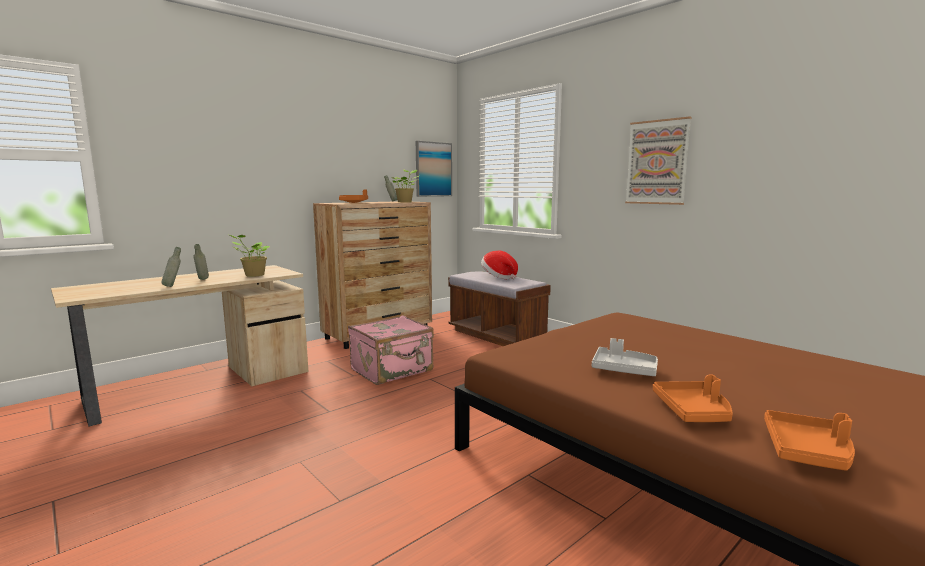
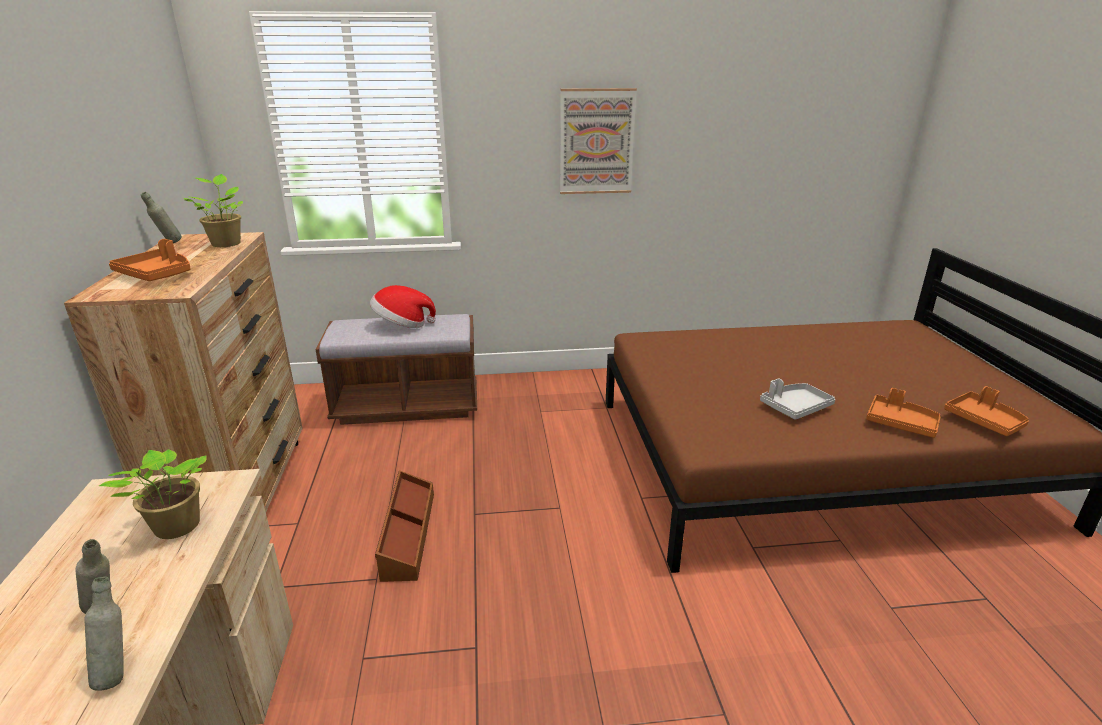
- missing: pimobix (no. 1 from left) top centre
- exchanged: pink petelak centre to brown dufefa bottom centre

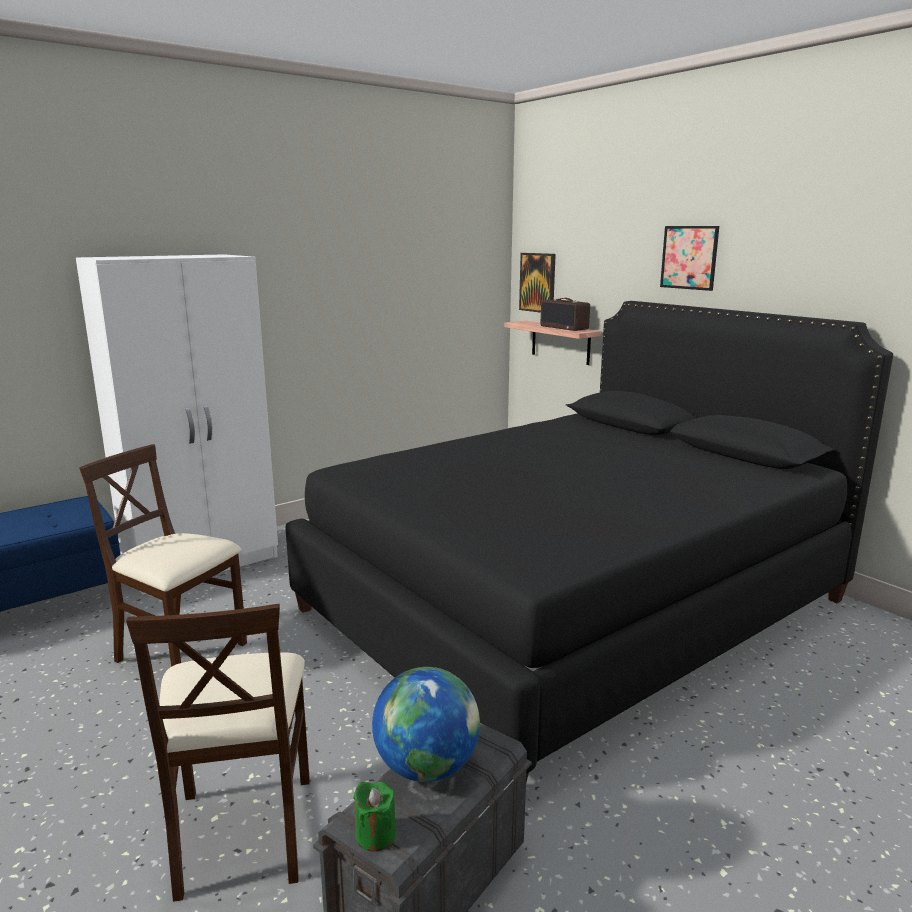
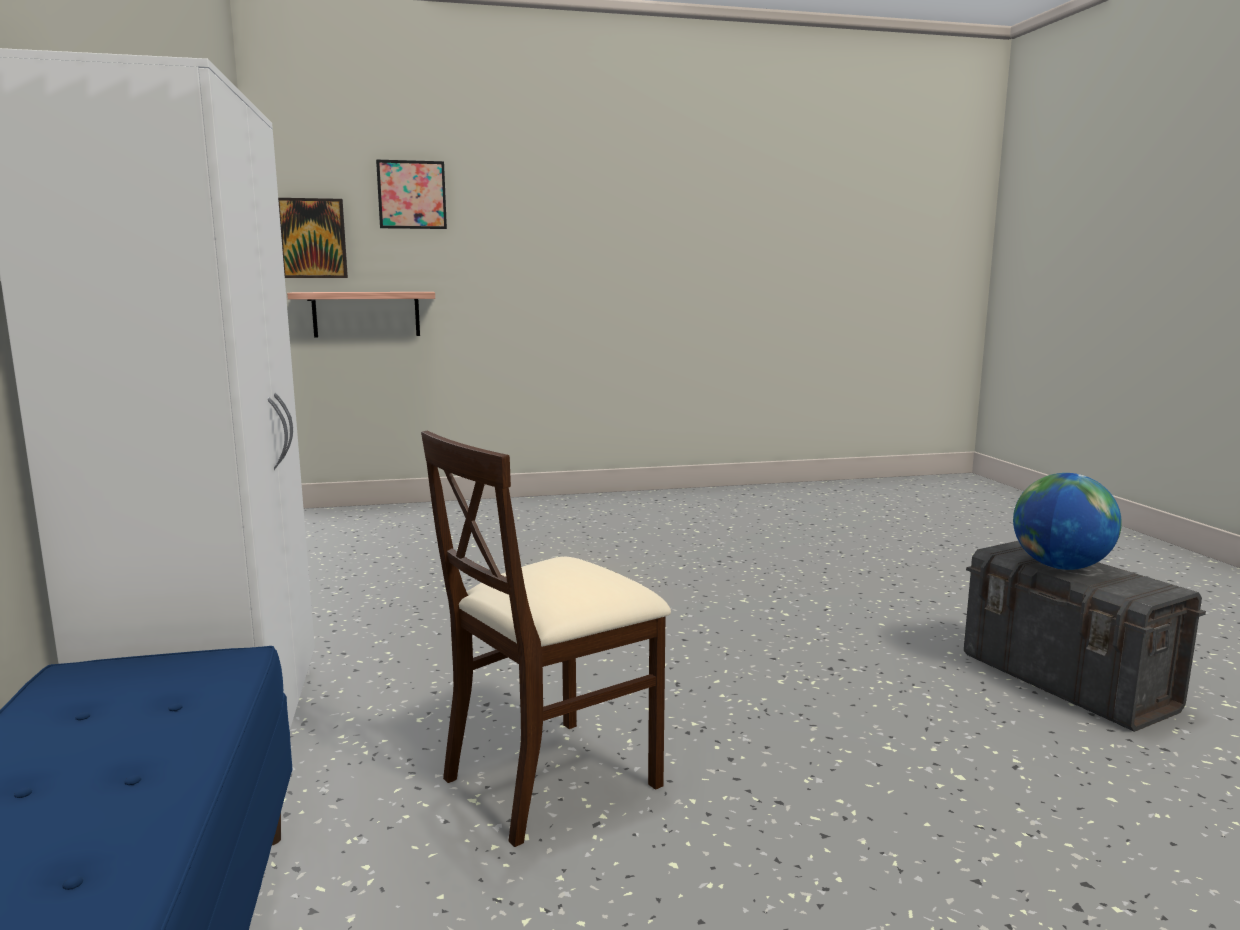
- relocated: pimobix (no. 2 from left) top right to top left
- missing: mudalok centre
- missing: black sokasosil centre
- missing: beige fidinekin (no. 2 from left) bottom left
- missing: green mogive bottom centre

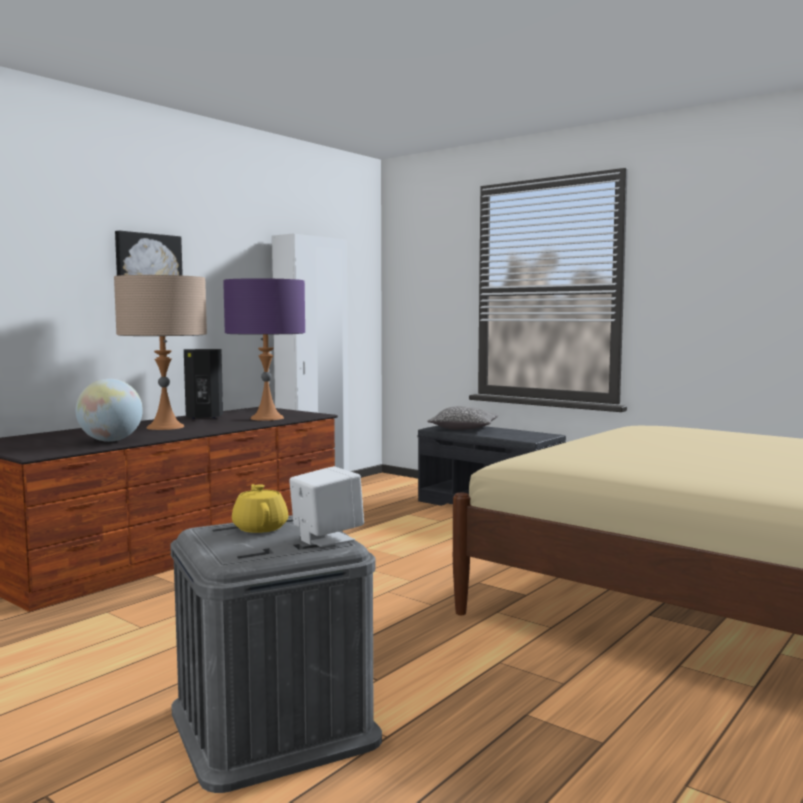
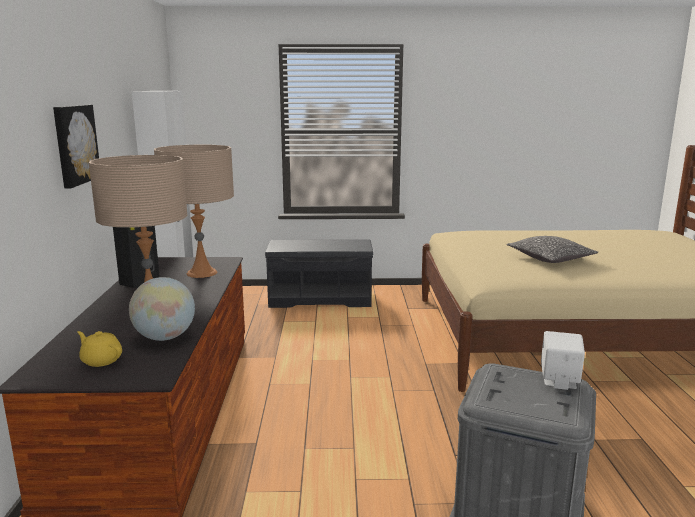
- colour: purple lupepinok middle left to beige lupepinok (no. 2 from left) middle left
- relocated: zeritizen centre to middle right
- relocated: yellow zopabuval middle left to bottom left

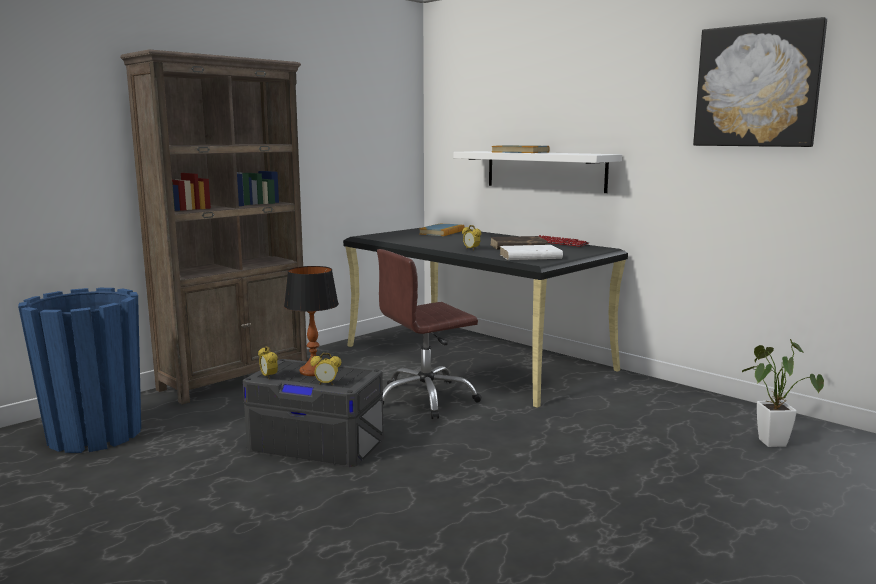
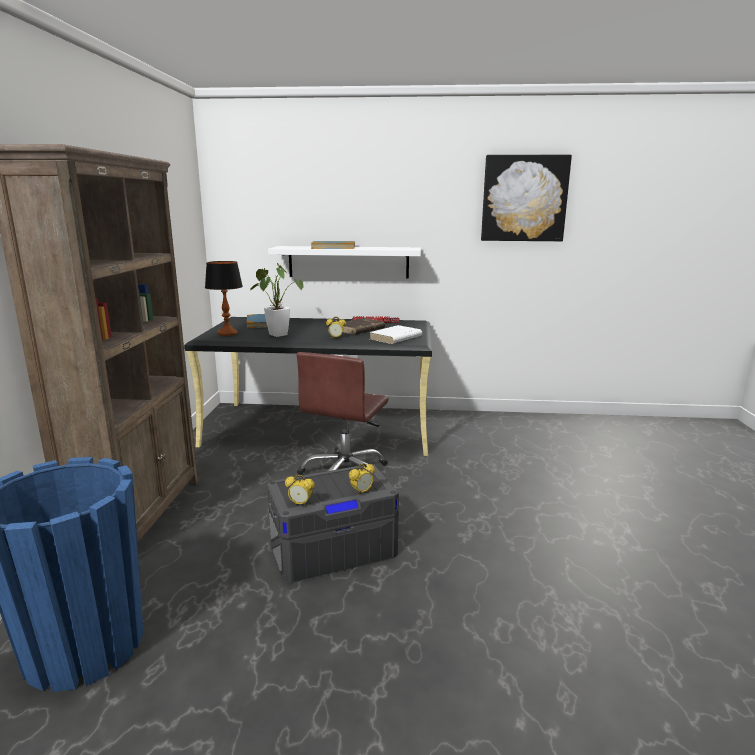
- relocated: lupepinok centre to middle left
- relocated: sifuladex bottom right to centre

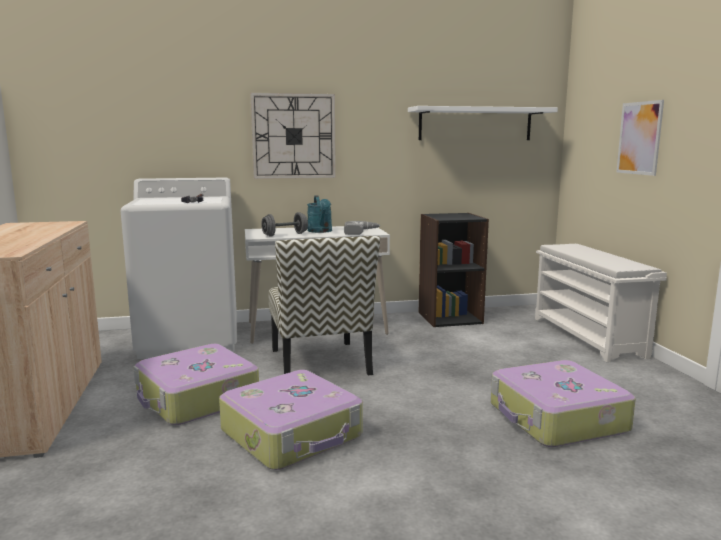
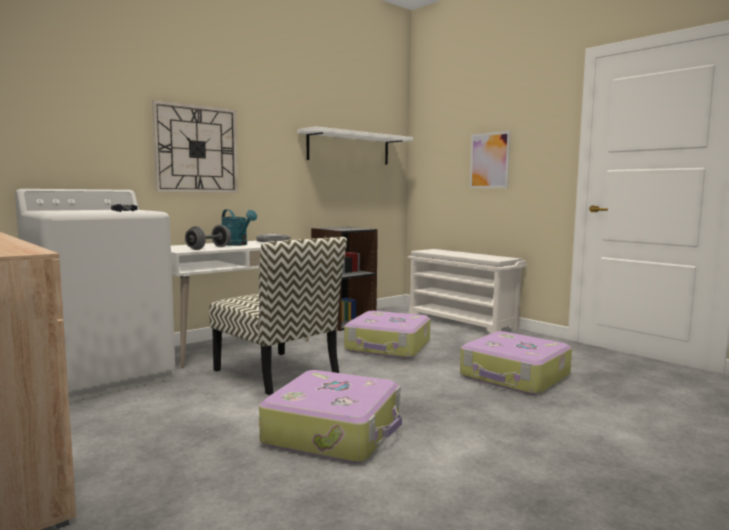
- relocated: petelak (no. 1 from left in the first image) bottom left to petelak (no. 2 from left) centre

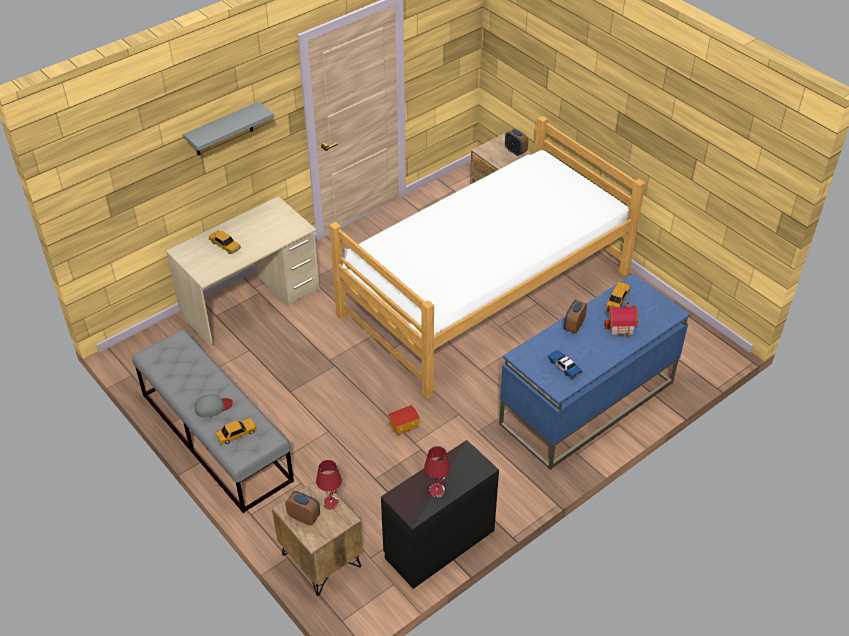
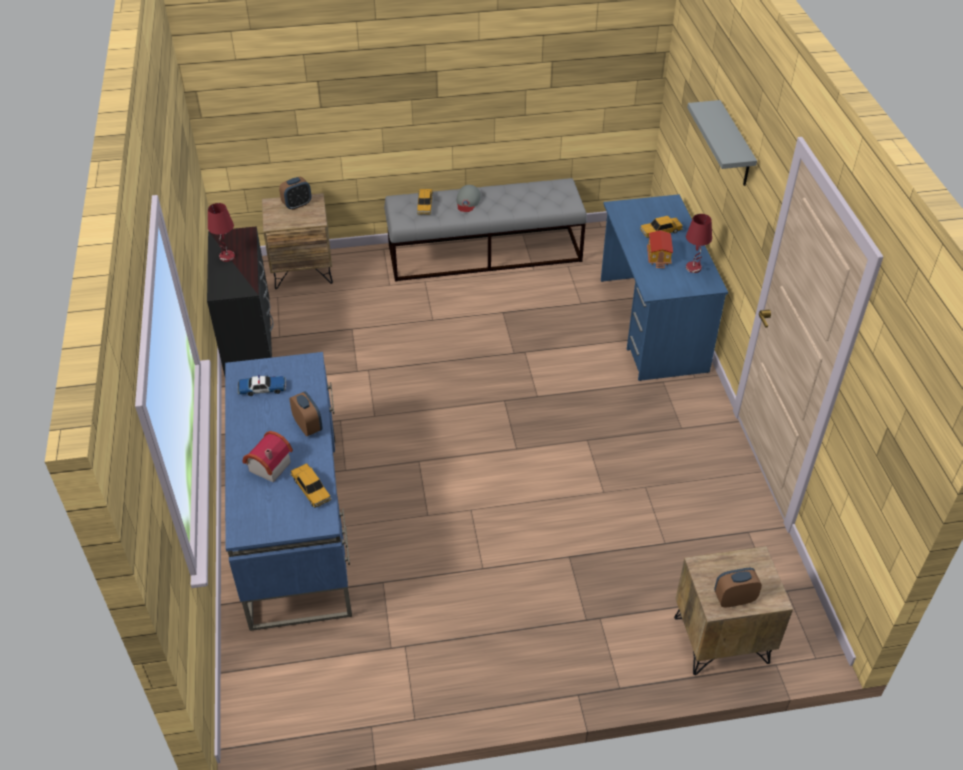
- missing: sokasosil centre
- colour: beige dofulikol middle left to blue dofulikol (no. 2 from left) middle right
- relocated: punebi (no. 1 from left in the first image) centre to punebi (no. 2 from left) top right
- relocated: red lupepinok (no. 1 from left in the first image) bottom centre to red lupepinok (no. 2 from left) top right

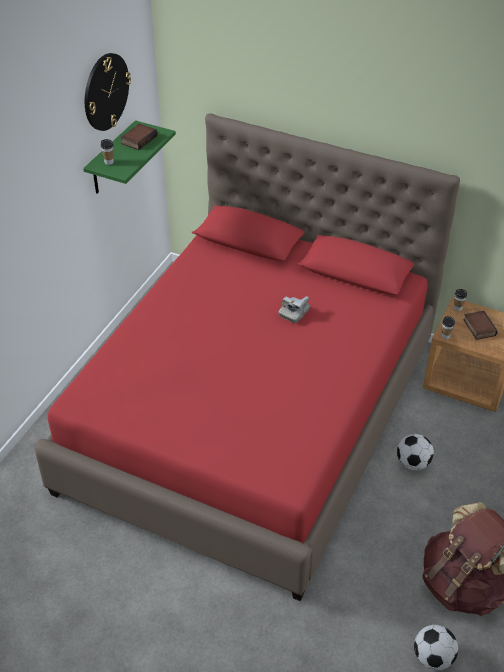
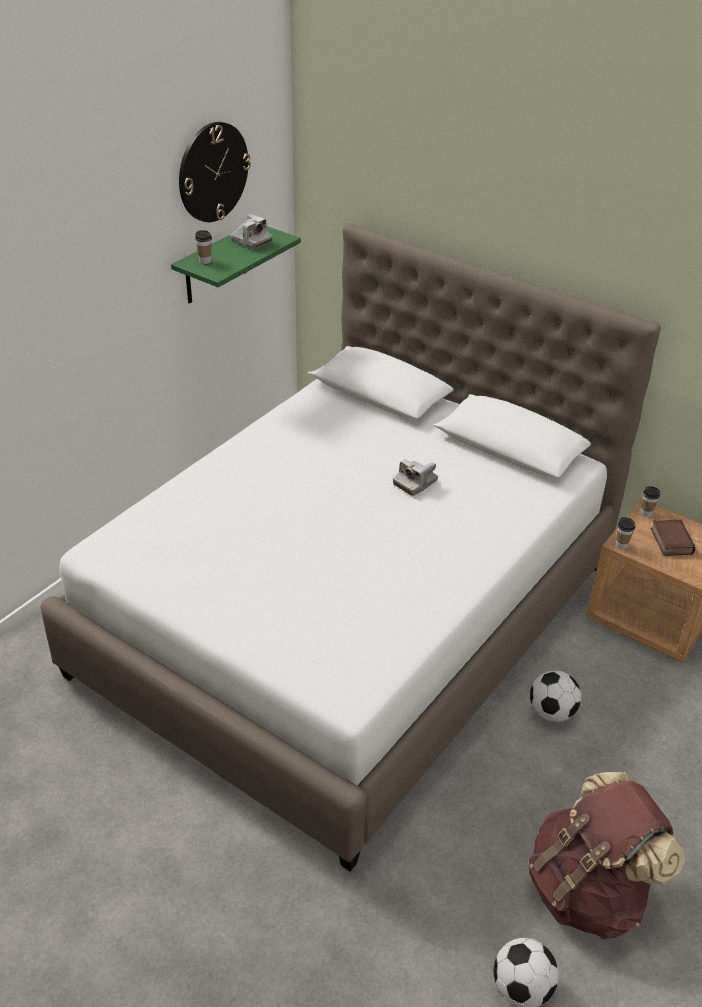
- colour: red sokasosil centre to white sokasosil centre
- exchanged: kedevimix (no. 1 from left) top left to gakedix (no. 1 from left) top centre

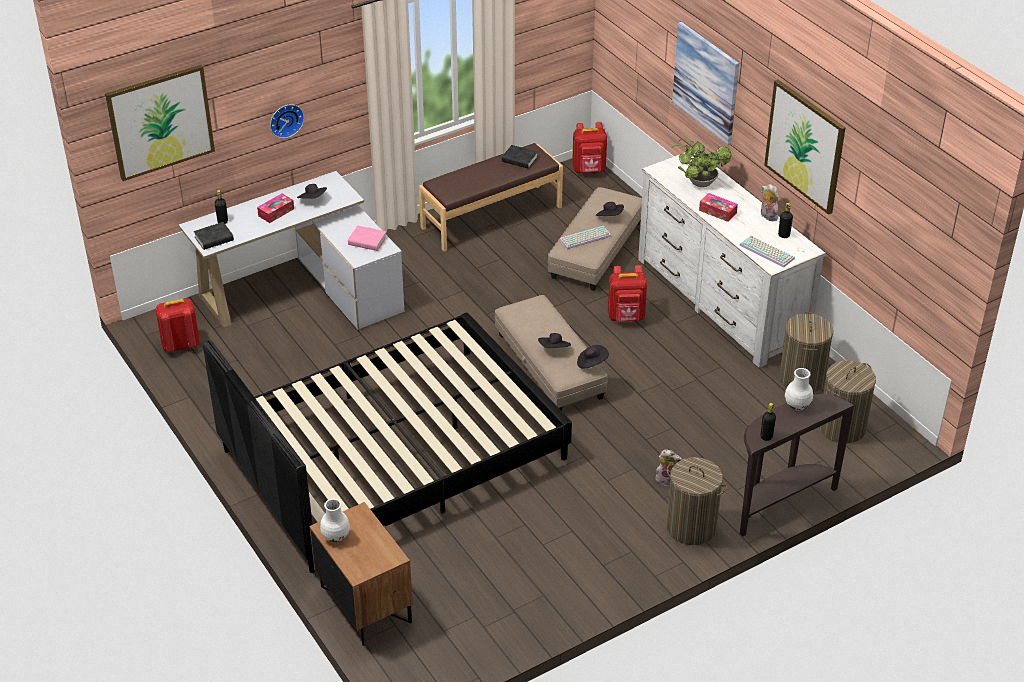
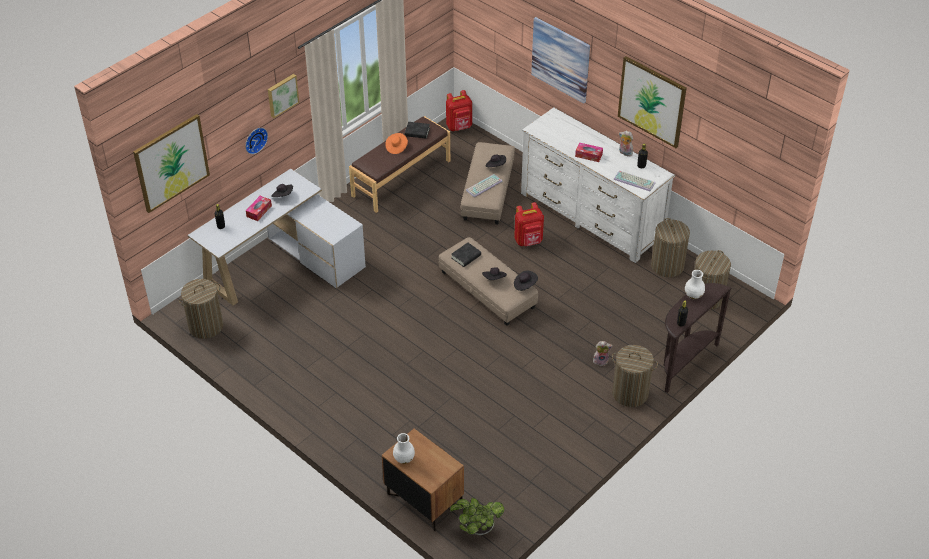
- relocated: sifuladex top right to bottom centre
- relocated: black kedevimix (no. 1 from left in the first image) middle left to black kedevimix (no. 2 from left) centre
- missing: pink kedevimix centre
- exchanged: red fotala (no. 1 from left) middle left to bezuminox (no. 1 from left) middle left
- missing: black sokasosil centre
- appeared: pimobix (no. 2 from left) top left
- appeared: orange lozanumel top centre

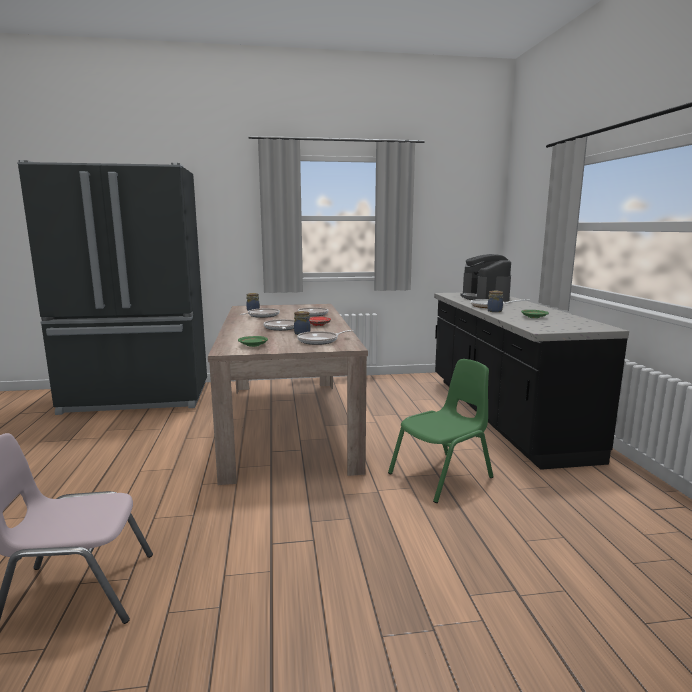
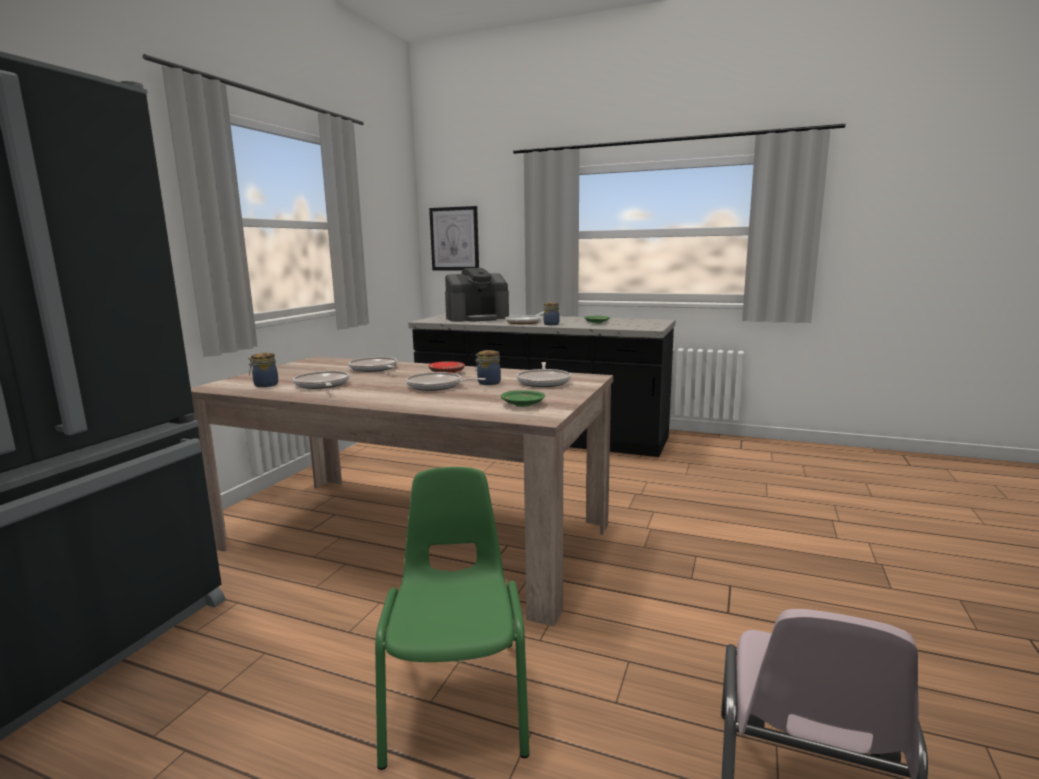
- spun: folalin middle right = centre 45 degrees counterclockwise
- relocated: green fidinekin centre to bottom centre
- appeared: pimobix top centre

